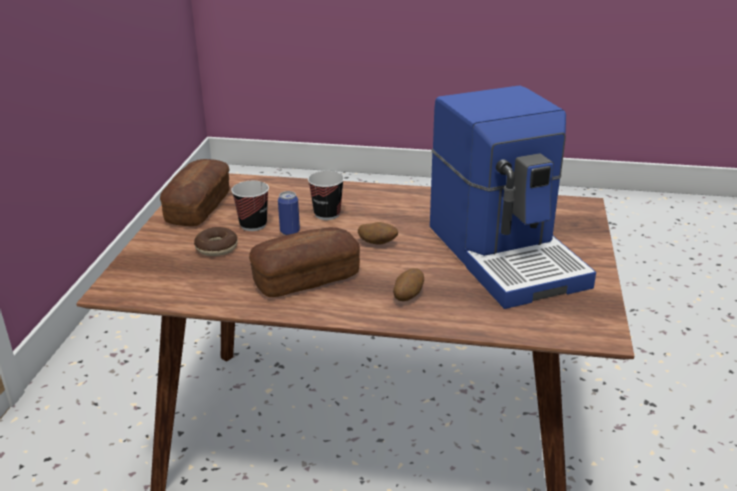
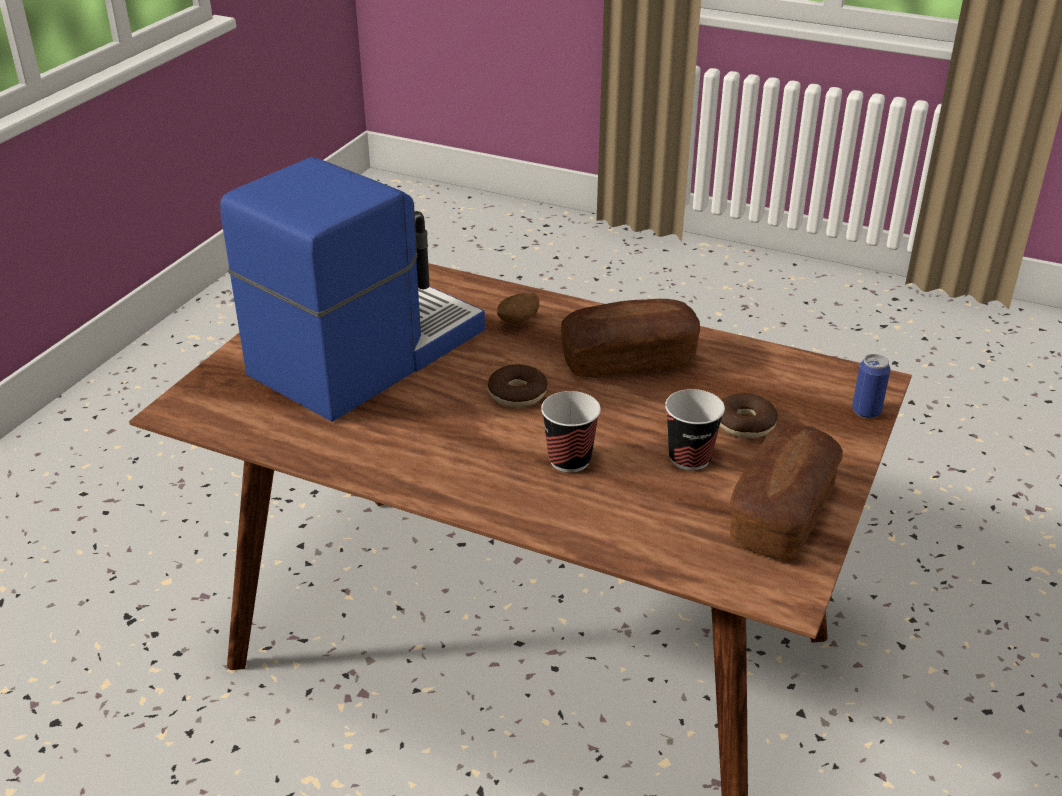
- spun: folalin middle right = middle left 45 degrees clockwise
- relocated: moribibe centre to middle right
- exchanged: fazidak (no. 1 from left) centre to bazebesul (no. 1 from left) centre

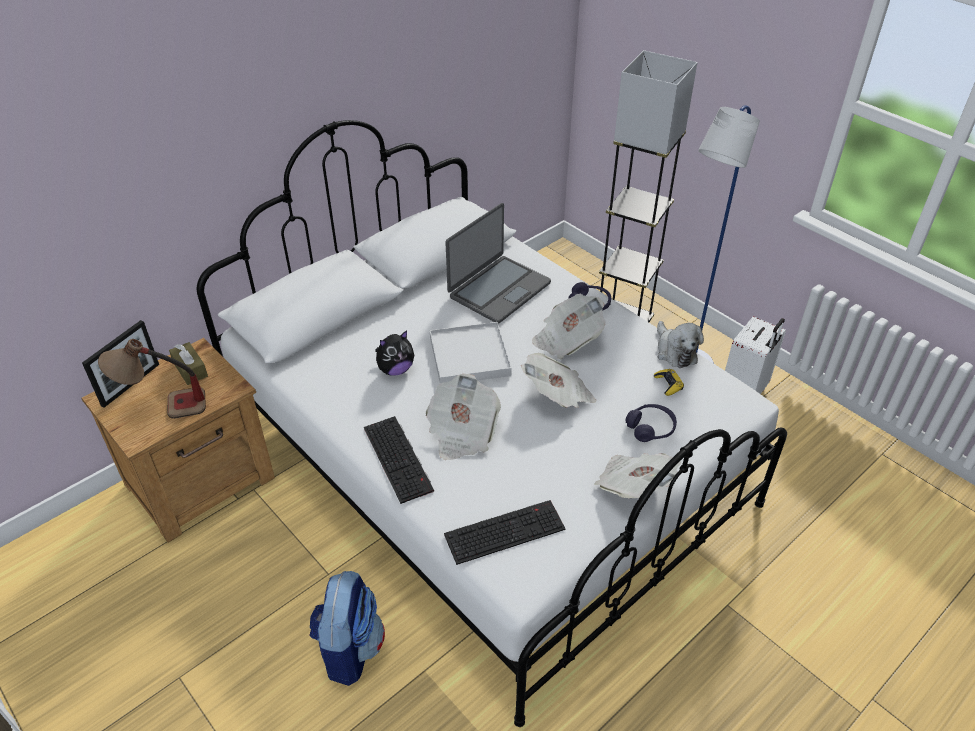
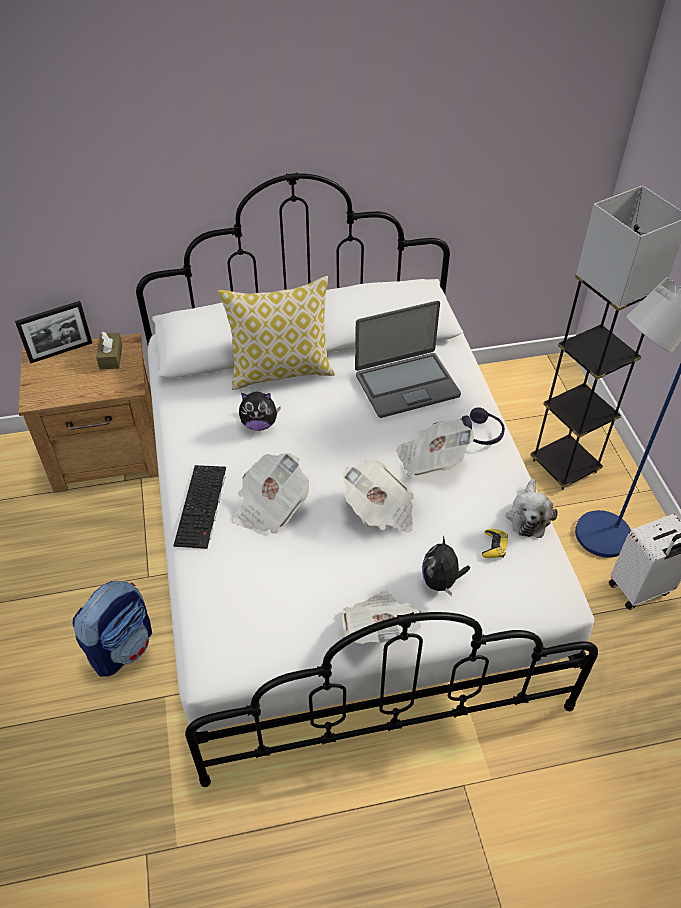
- missing: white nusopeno centre
- missing: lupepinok middle left
- exchanged: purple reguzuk (no. 2 from left) middle right to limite (no. 2 from left) centre
- missing: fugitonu (no. 2 from left) bottom centre
- appeared: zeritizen centre

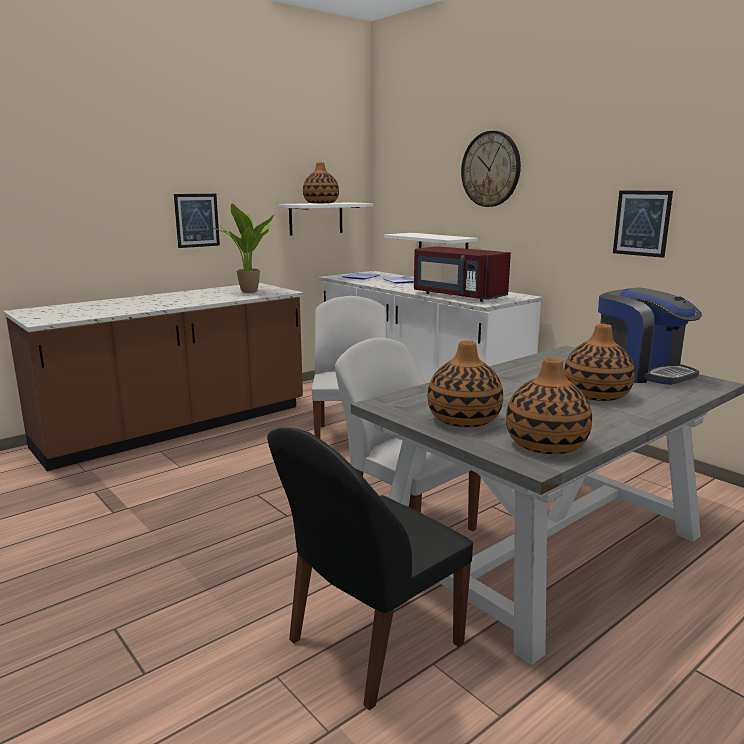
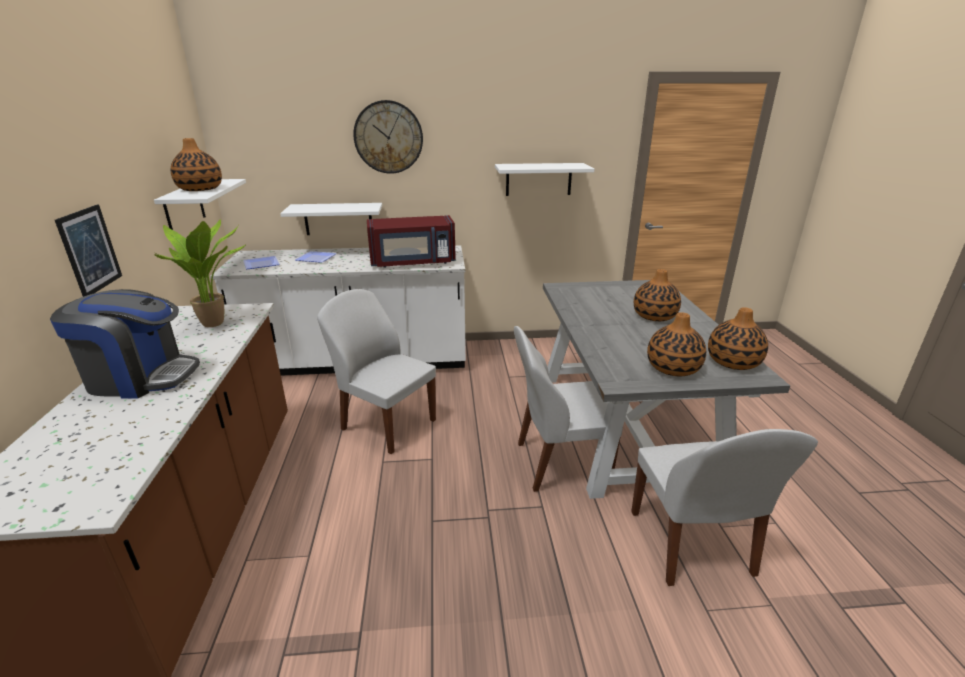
- exchanged: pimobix (no. 2 from left) top right to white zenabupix (no. 3 from left) top centre
- relocated: folalin middle right to middle left
- colour: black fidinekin bottom centre to white fidinekin (no. 3 from left) bottom right

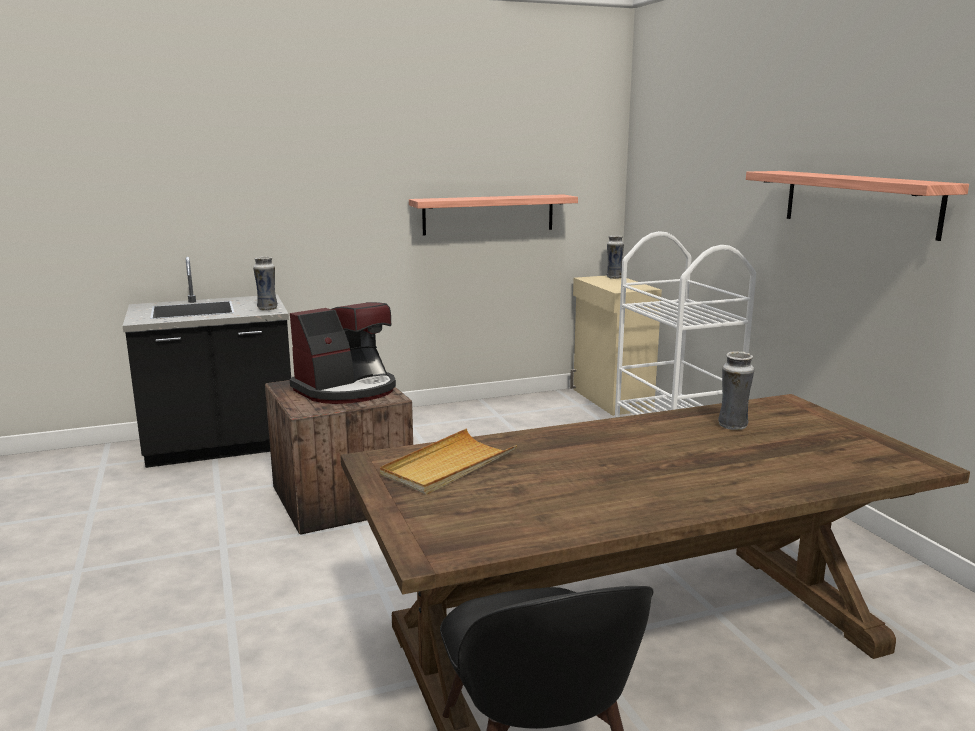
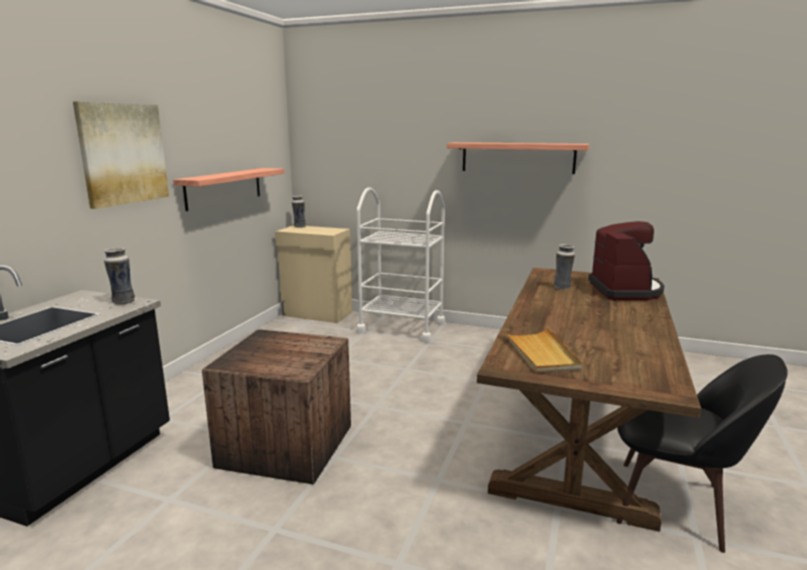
- relocated: folalin centre to middle right
- appeared: pimobix top left

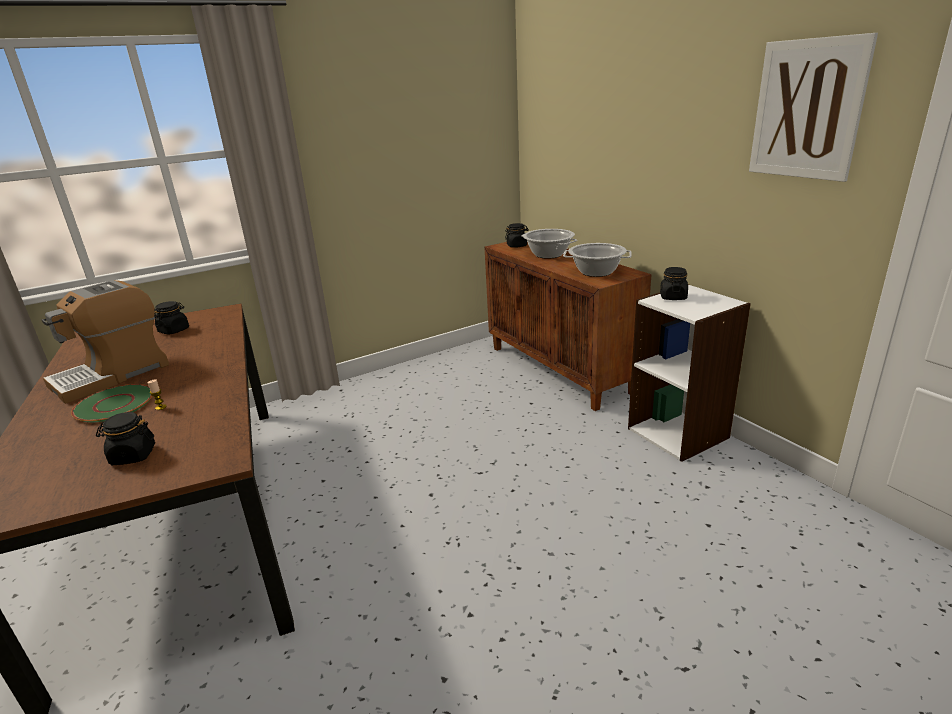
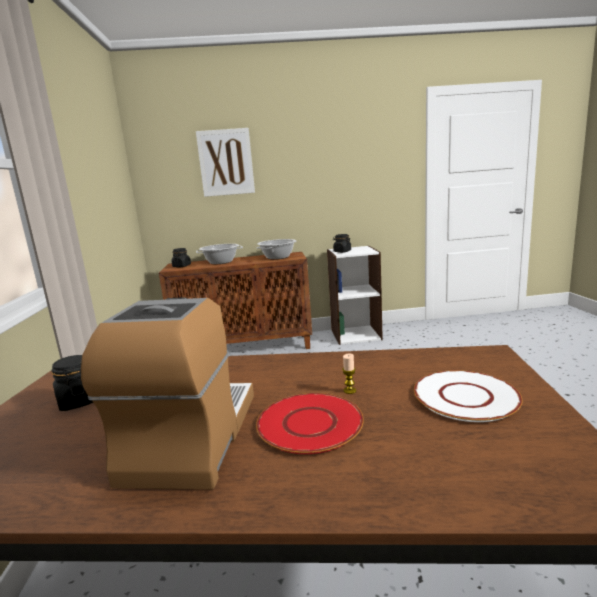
- relocated: pimobix top right to top centre
- spun: folalin middle left = middle left 150 degrees counterclockwise
- colour: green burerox middle left to red burerox bottom centre
- exchanged: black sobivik (no. 1 from left) middle left to white burerox middle right

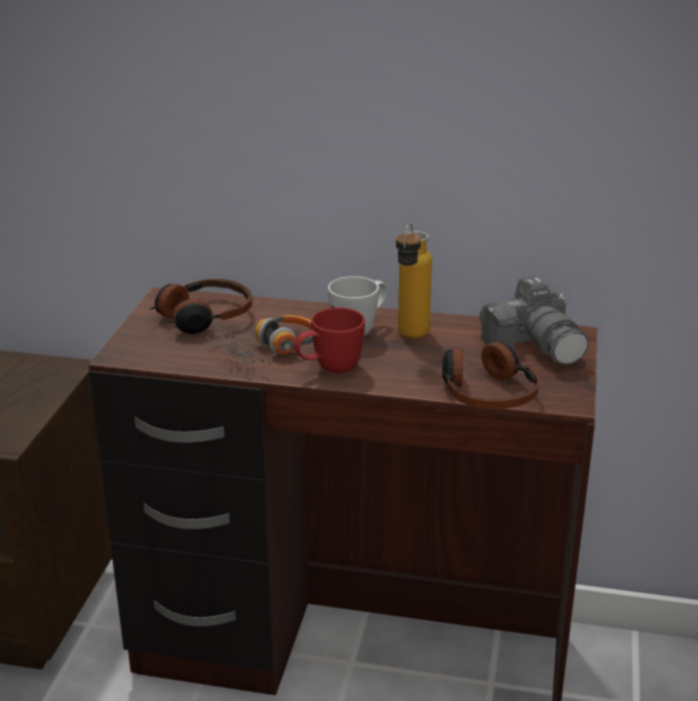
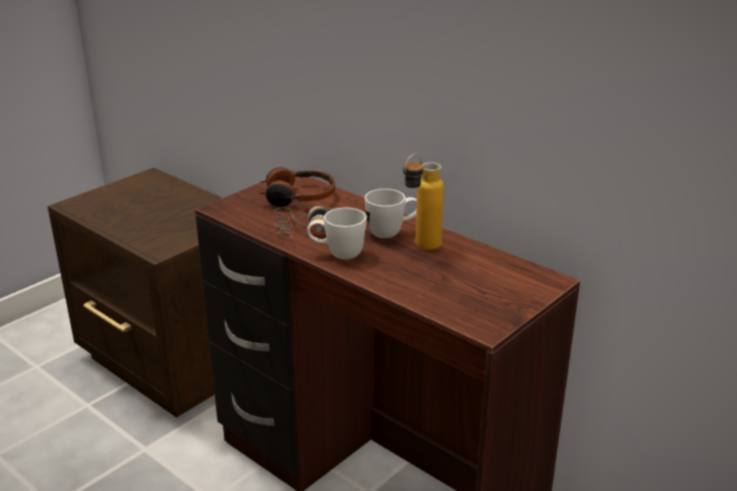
- missing: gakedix middle right
- colour: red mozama centre to white mozama (no. 1 from left) centre
- missing: reguzuk (no. 3 from left) middle right

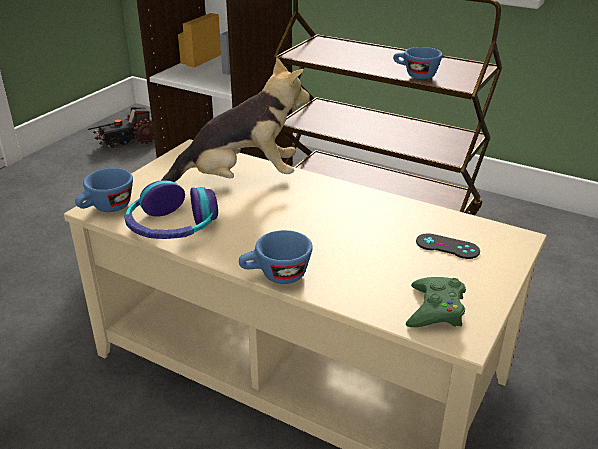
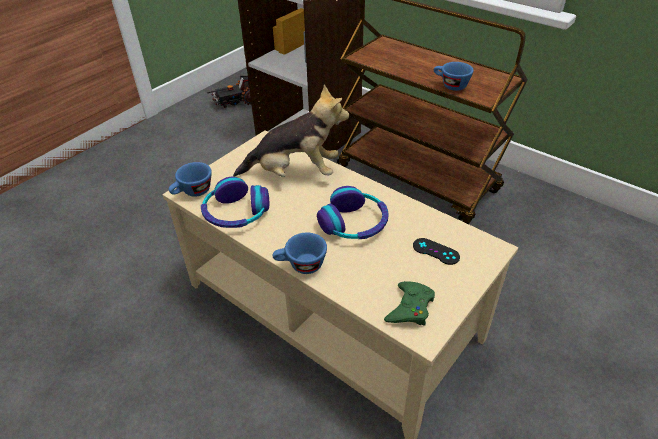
- appeared: reguzuk (no. 2 from left) centre

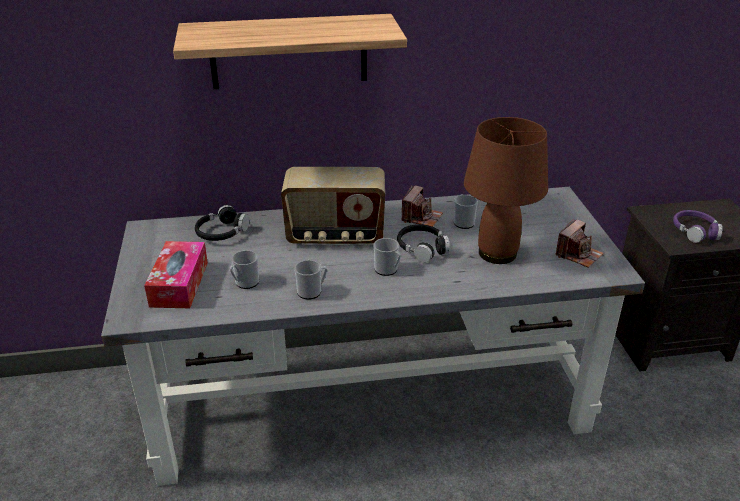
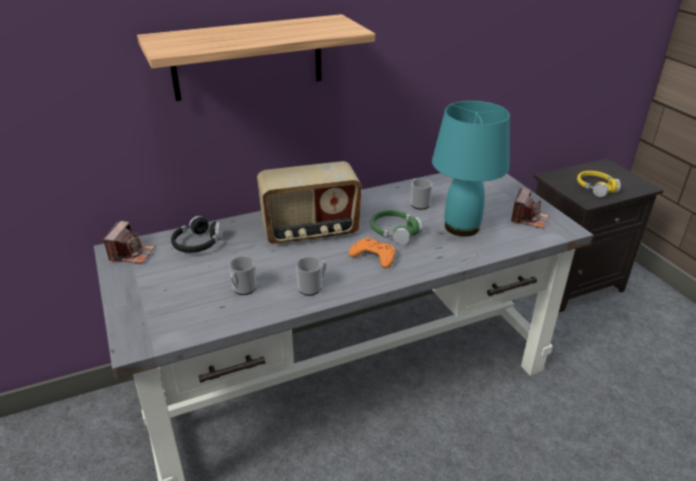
- colour: brown lupepinok middle right to turquoise lupepinok middle right
- relocated: gakedix (no. 1 from left) centre to middle left
- colour: purple reguzuk middle right to yellow reguzuk middle right
- colour: black reguzuk (no. 2 from left) centre to green reguzuk centre
- exchanged: mozama (no. 3 from left) centre to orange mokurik centre
- missing: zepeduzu middle left

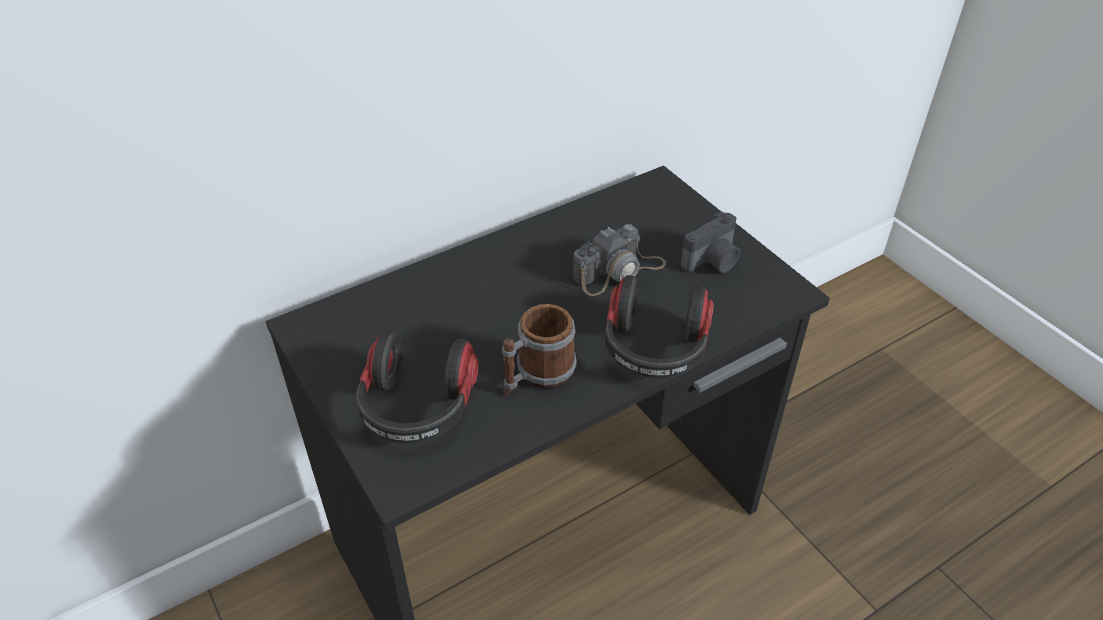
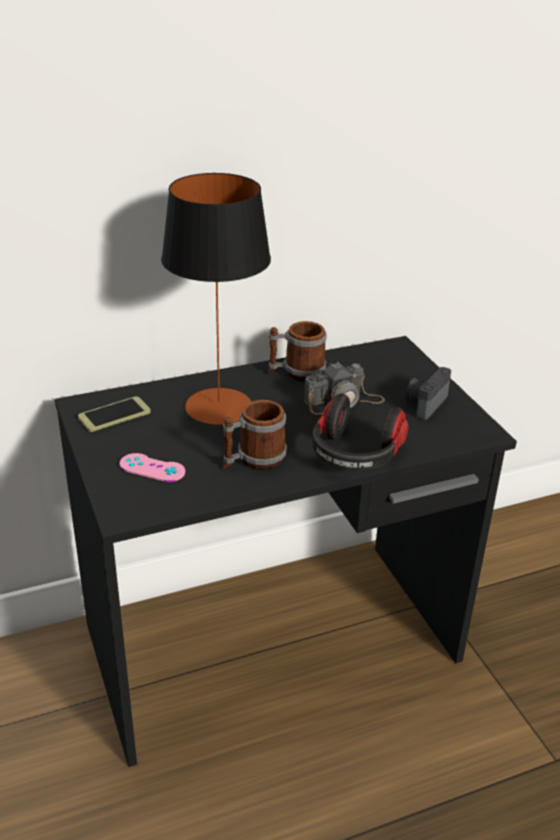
- spun: gakedix (no. 2 from left) centre = middle right 150 degrees clockwise
- exchanged: reguzuk (no. 1 from left) centre to pink mokurik middle left
- appeared: lupepinok centre
- appeared: mozama (no. 2 from left) centre
- appeared: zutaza middle left

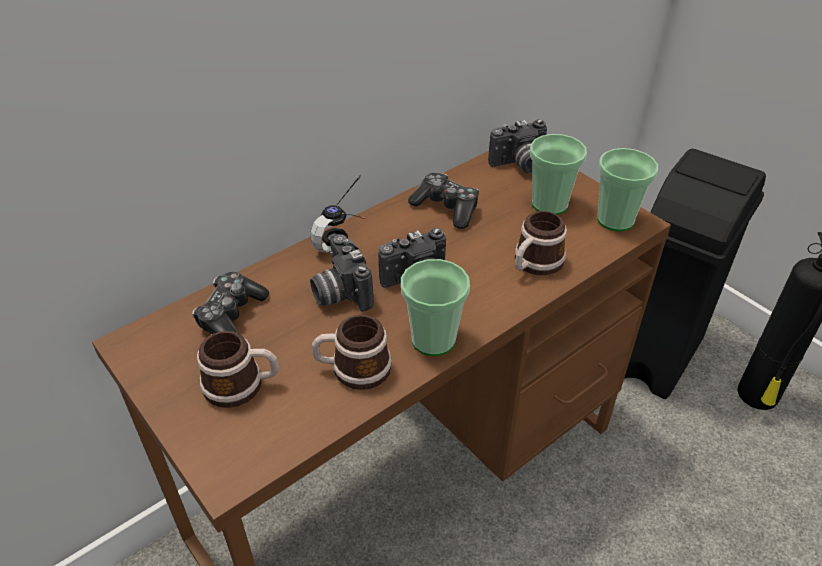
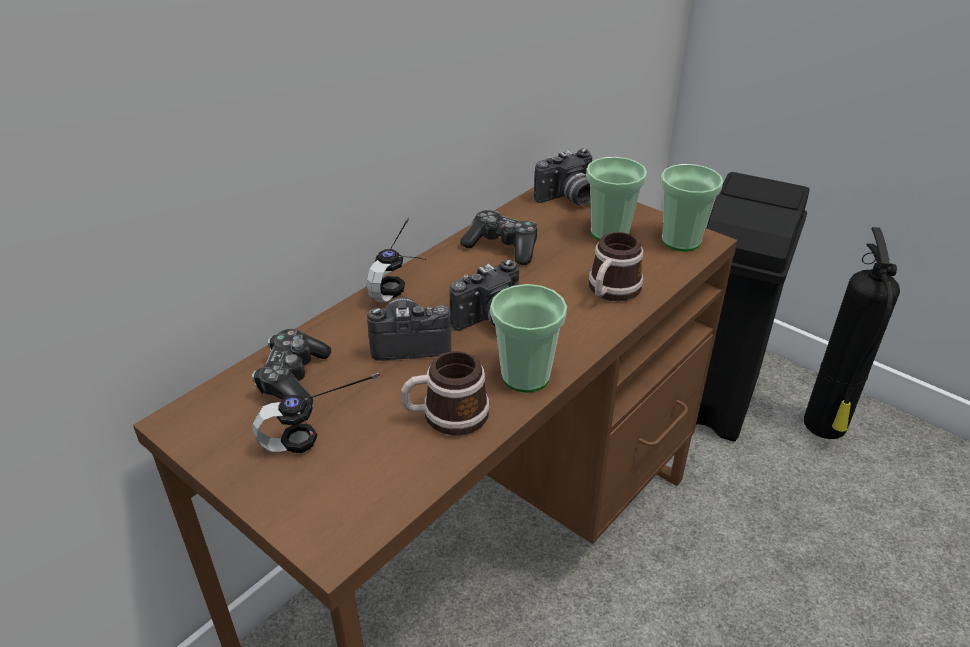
- spun: gakedix (no. 1 from left) centre = centre 120 degrees clockwise
- exchanged: mozama (no. 1 from left) middle left to reguzuk (no. 1 from left) middle left

